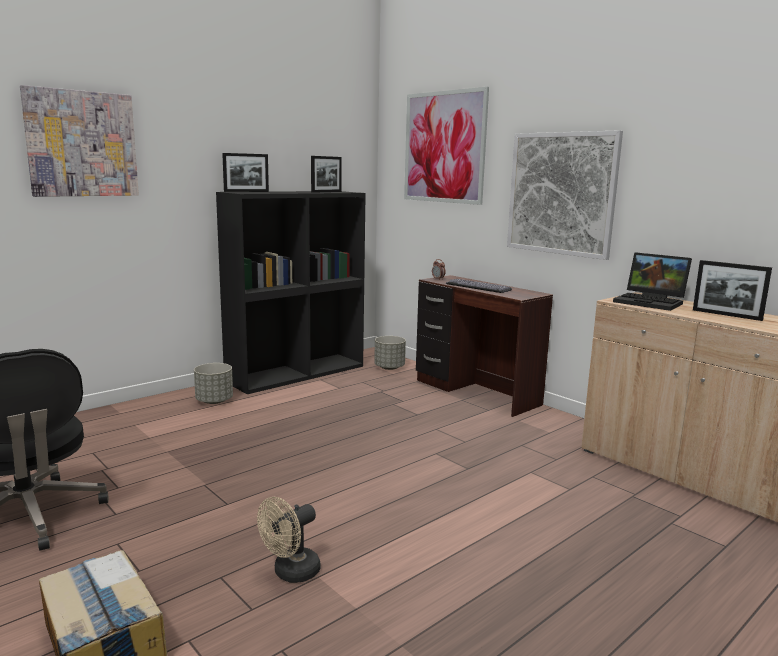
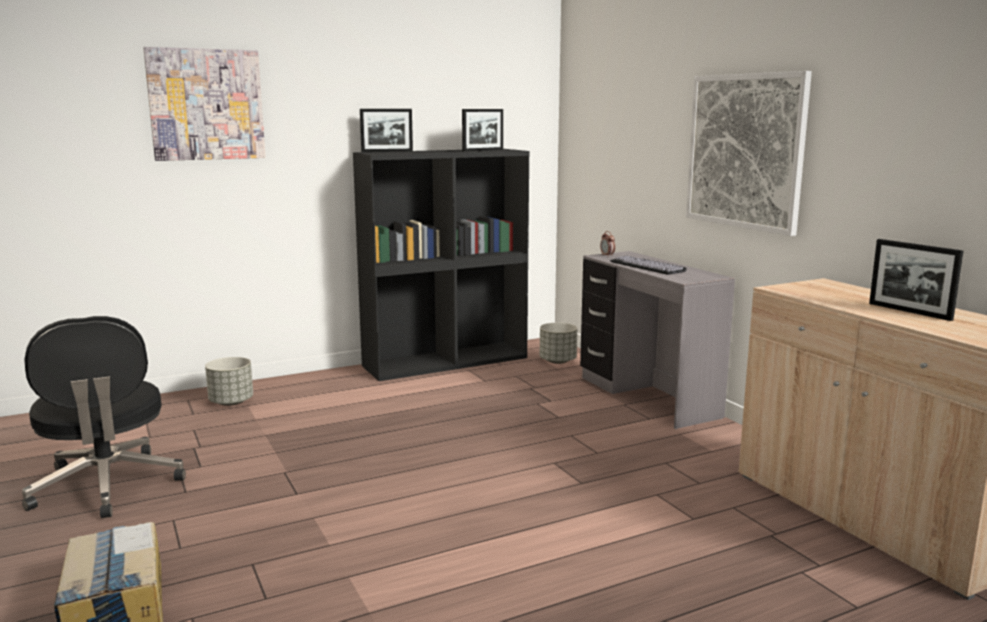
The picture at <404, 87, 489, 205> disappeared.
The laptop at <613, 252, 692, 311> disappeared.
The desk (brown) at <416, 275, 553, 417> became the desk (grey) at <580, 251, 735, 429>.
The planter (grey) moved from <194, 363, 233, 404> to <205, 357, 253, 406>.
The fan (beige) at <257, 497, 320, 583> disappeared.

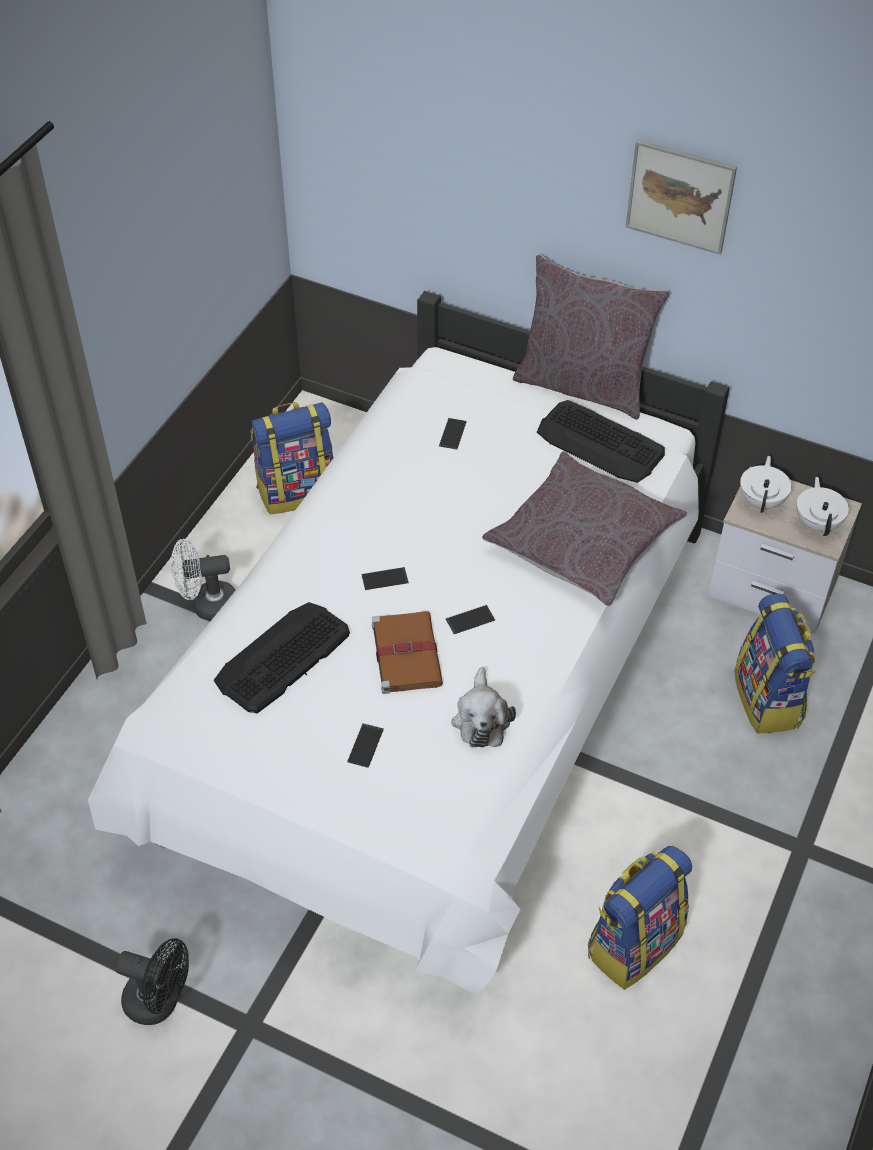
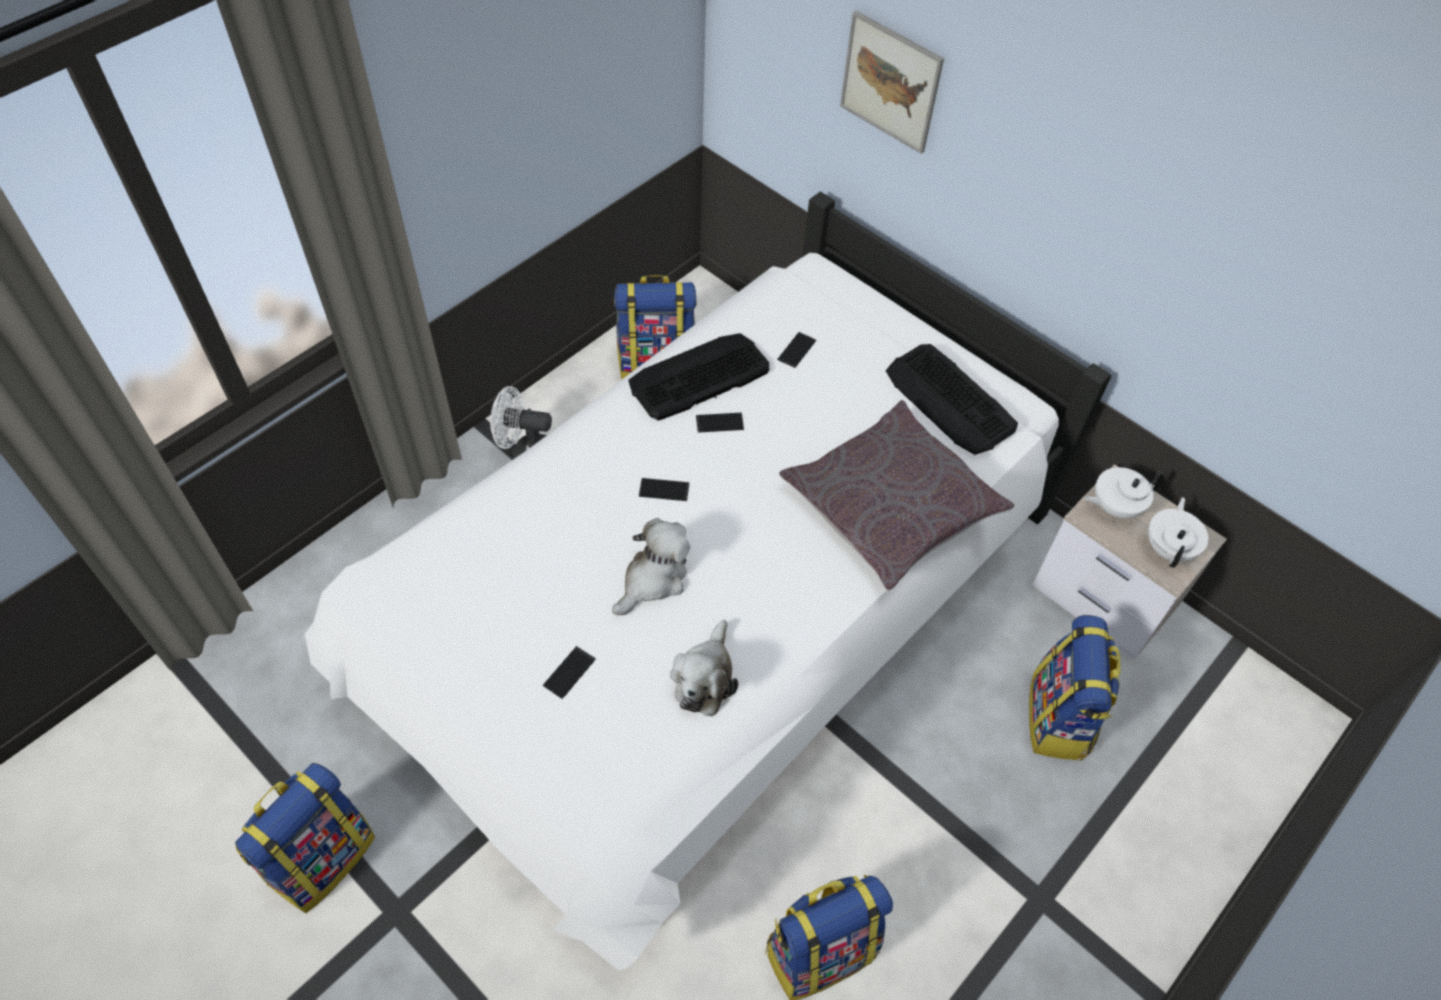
The picture moved from <626, 139, 737, 255> to <840, 11, 944, 154>.
The pillow (grey) at <513, 255, 669, 419> disappeared.
The teapot (white) at <740, 456, 791, 513> turned 135 degrees counterclockwise.
The keyboard moved from <214, 602, 350, 714> to <628, 333, 769, 421>.
The phone moved from <446, 605, 495, 634> to <696, 412, 744, 433>.
The book (brown) at <372, 611, 443, 694> was replaced by the plush toy at <612, 518, 691, 615>.
The fan (black) at <115, 938, 189, 1025> was replaced by the backpack at <235, 763, 375, 913>.

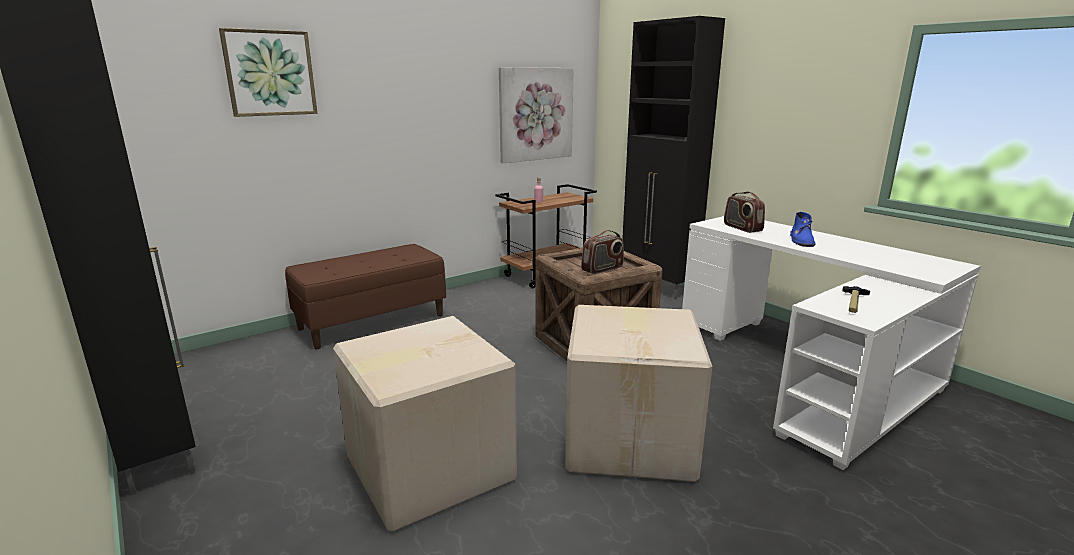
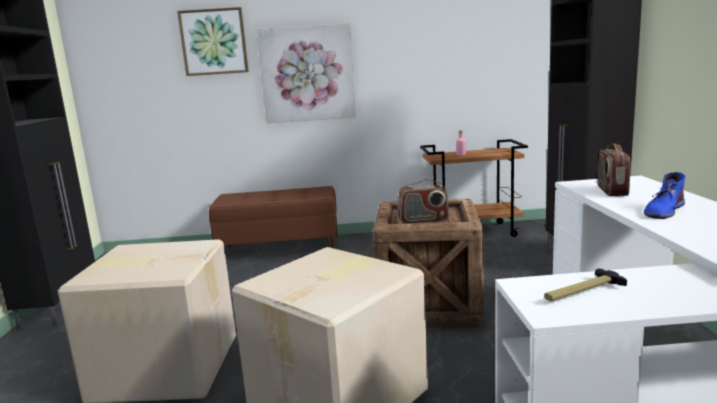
The picture moved from <499, 67, 574, 163> to <256, 23, 356, 123>.

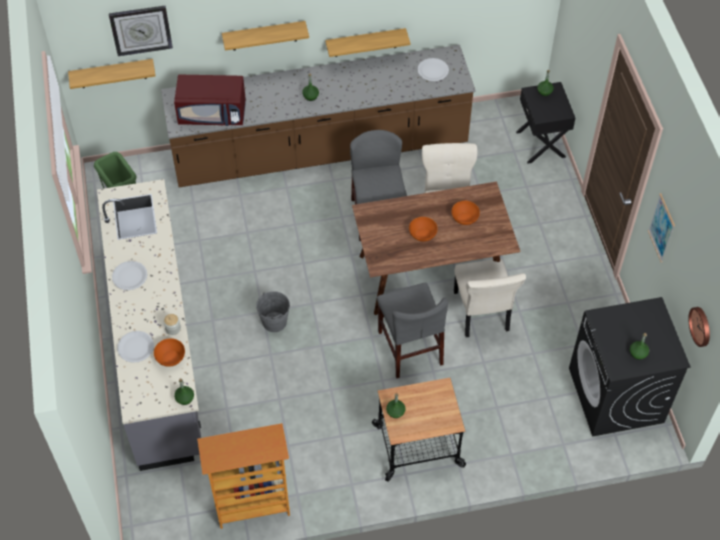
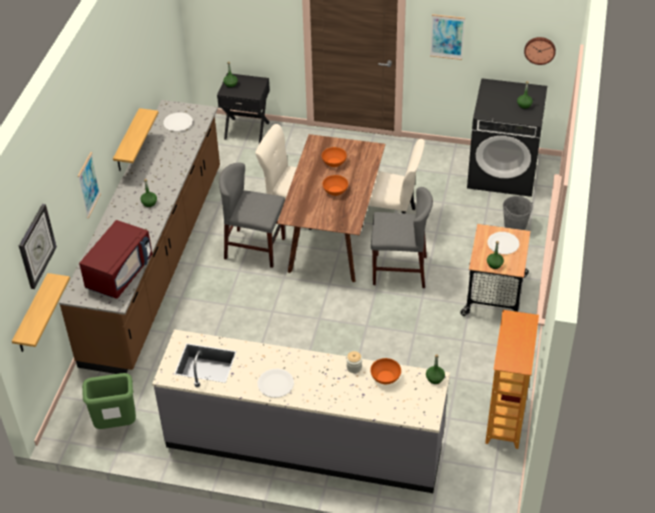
The shelf at <222, 21, 309, 51> was replaced by the picture at <78, 152, 101, 218>.
The bucket (grey) moved from <256, 291, 290, 332> to <503, 196, 533, 230>.
The plate (white) moved from <117, 331, 154, 363> to <487, 232, 519, 254>.

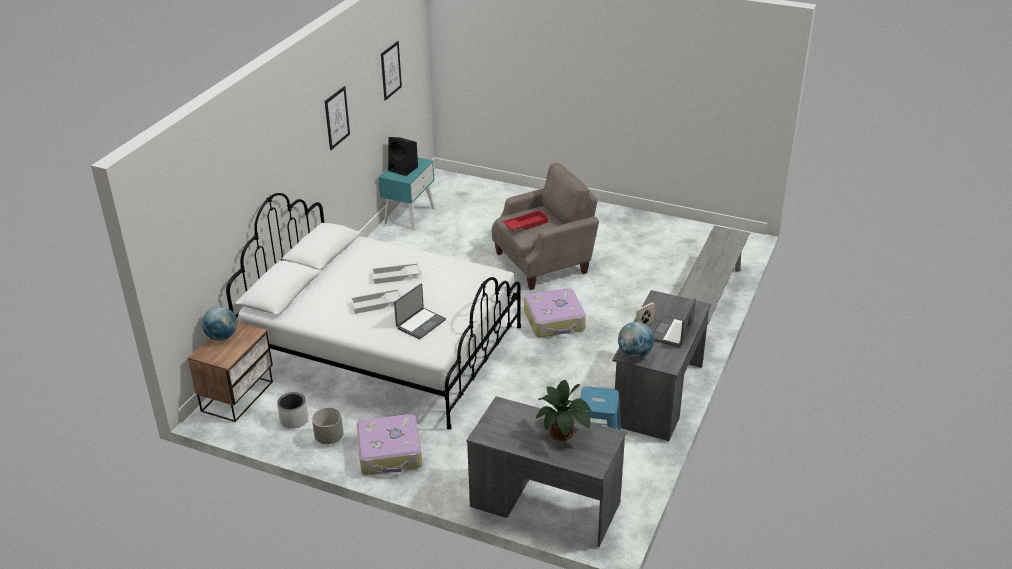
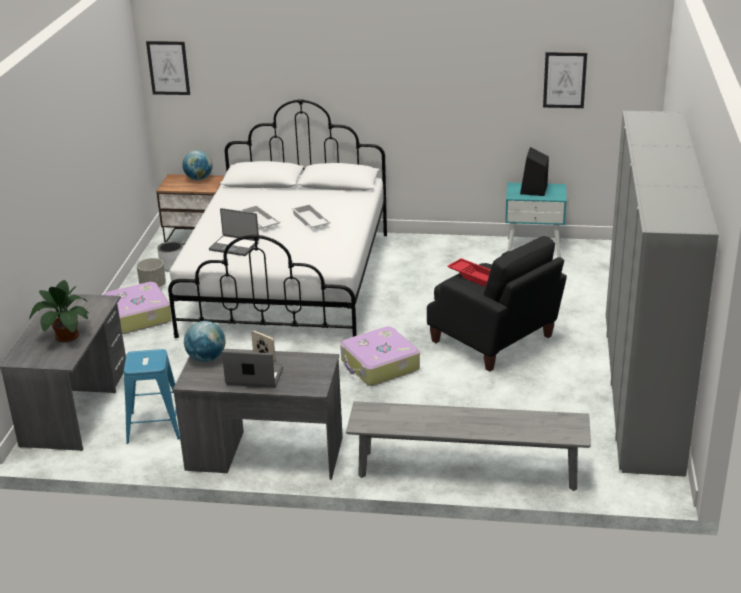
The picture moved from <325, 86, 350, 150> to <146, 41, 190, 95>.
The armchair (beige) at <492, 163, 599, 290> became the armchair (black) at <427, 236, 567, 372>.
The wardrobe (grey) at <606, 111, 719, 477> appeared.

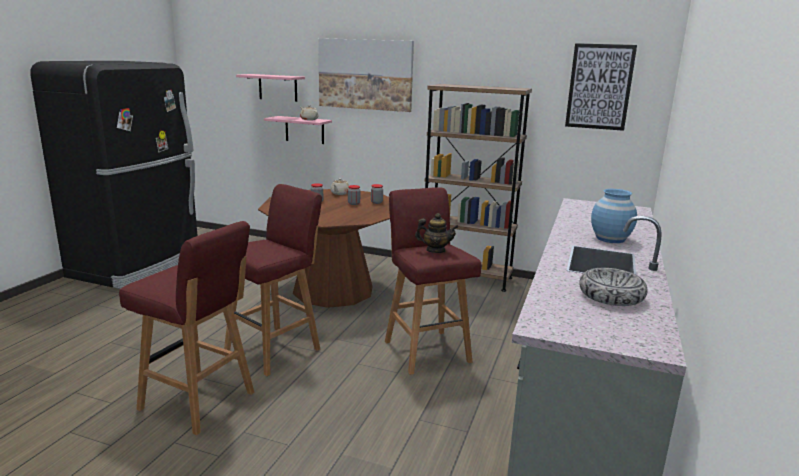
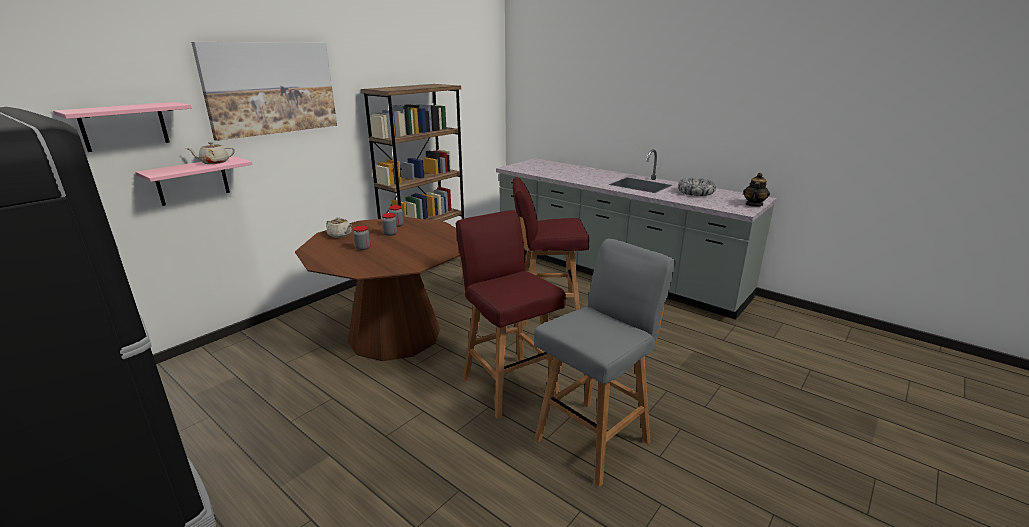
The picture at <565, 43, 637, 131> disappeared.
The vase (blue) at <591, 189, 637, 243> disappeared.
The teapot moved from <415, 213, 458, 253> to <743, 173, 770, 206>.
The stool (red) at <119, 221, 254, 435> became the stool (grey) at <534, 238, 676, 487>.

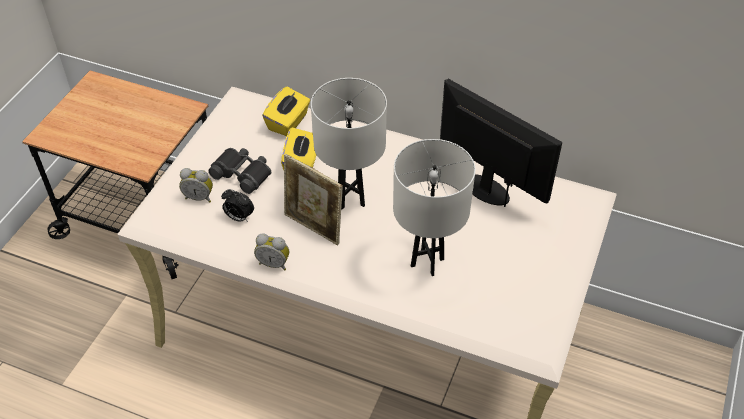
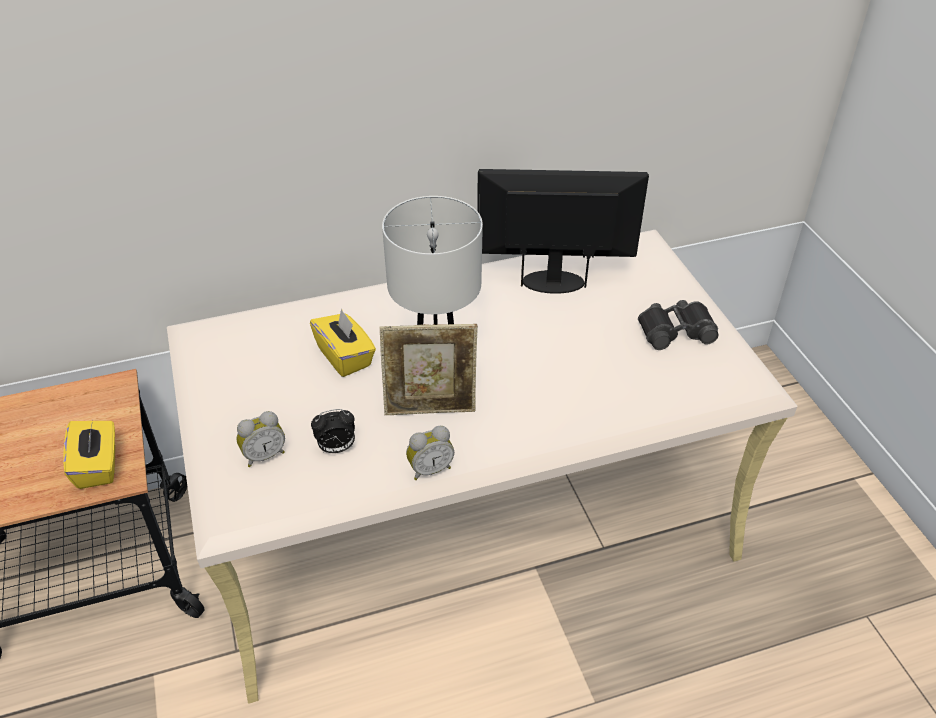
The tissue box (yellow) moved from <262, 87, 310, 136> to <63, 421, 115, 489>.
The table lamp (white) at <393, 139, 476, 276> disappeared.
The binoculars (black) moved from <209, 148, 271, 194> to <638, 300, 718, 350>.

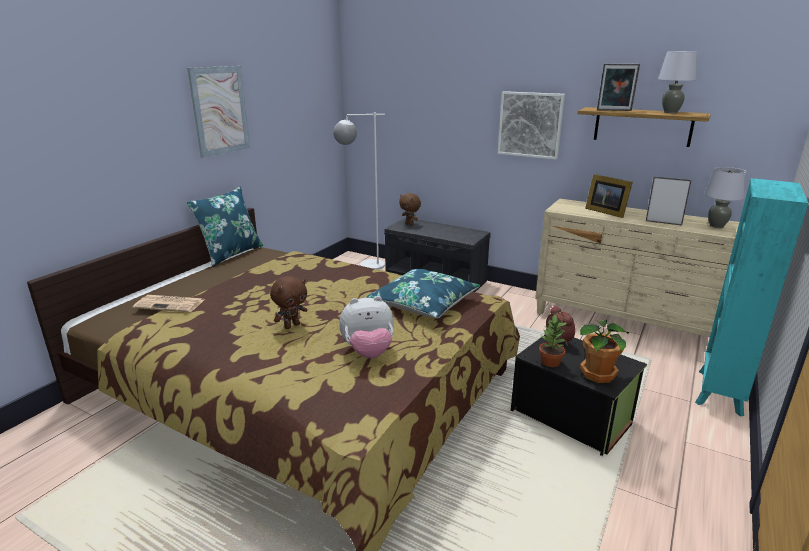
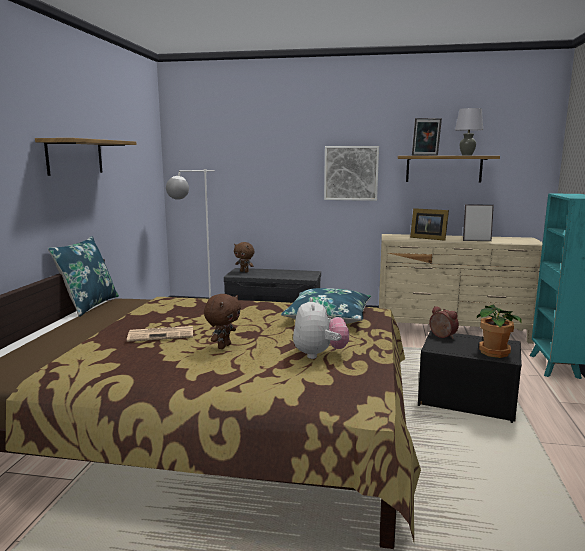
The picture at <187, 66, 250, 158> was replaced by the shelf at <35, 138, 137, 176>.
The table lamp (grey) at <705, 167, 746, 228> disappeared.
The newspaper moved from <133, 295, 204, 312> to <127, 326, 193, 342>.
The plush toy at <339, 296, 394, 358> turned 60 degrees counterclockwise.
The potted plant at <539, 314, 567, 367> disappeared.

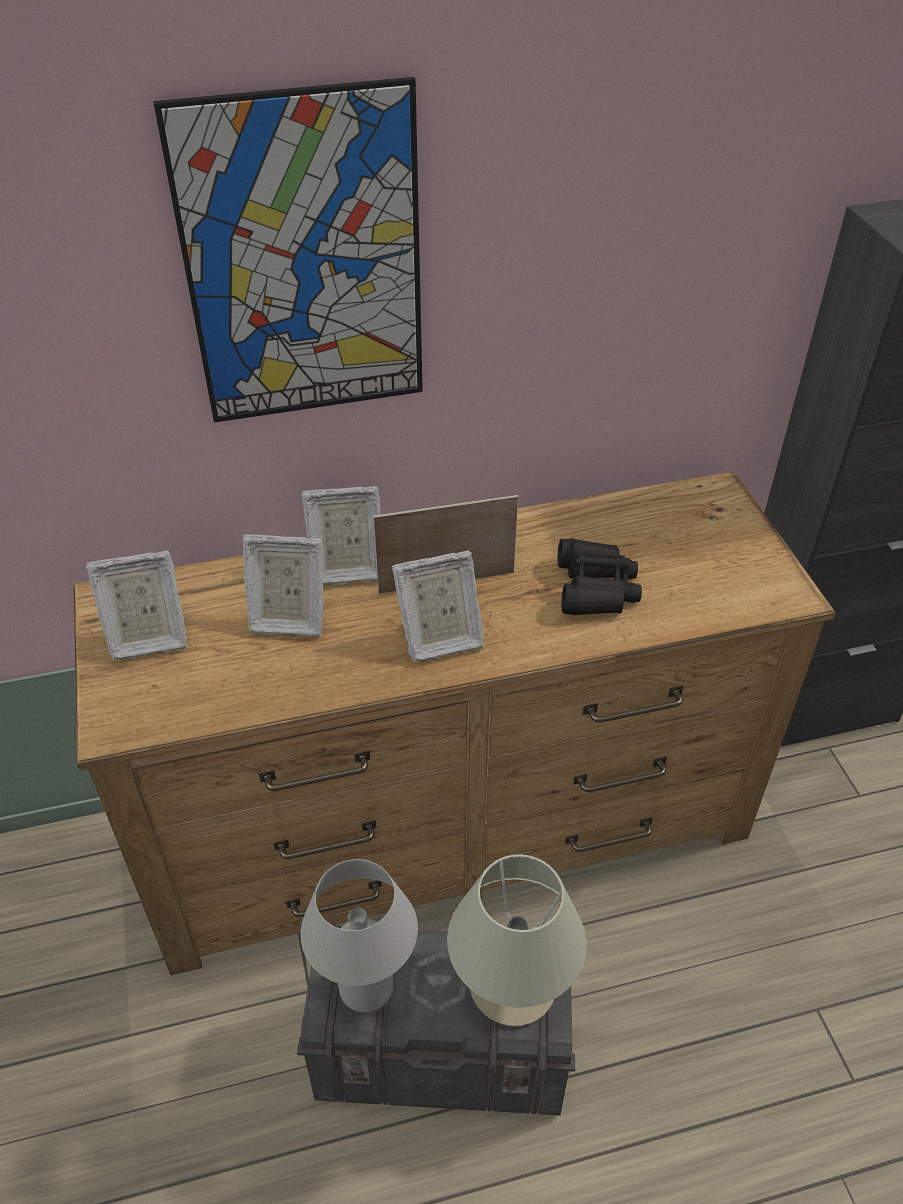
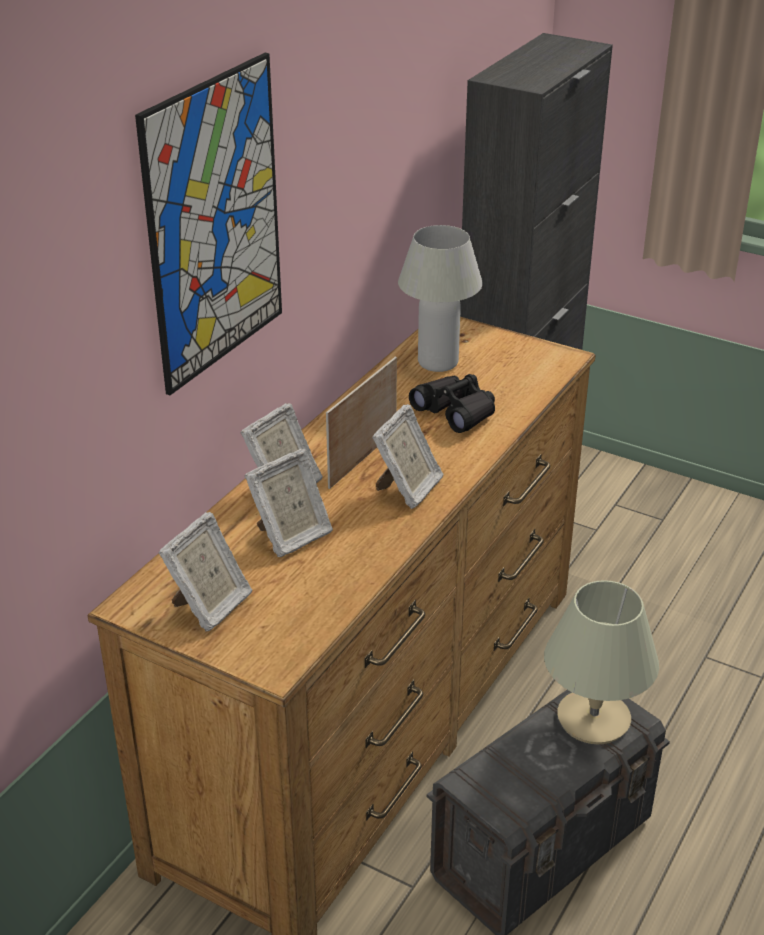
The table lamp (white) moved from <300, 859, 418, 1013> to <398, 225, 483, 372>.

